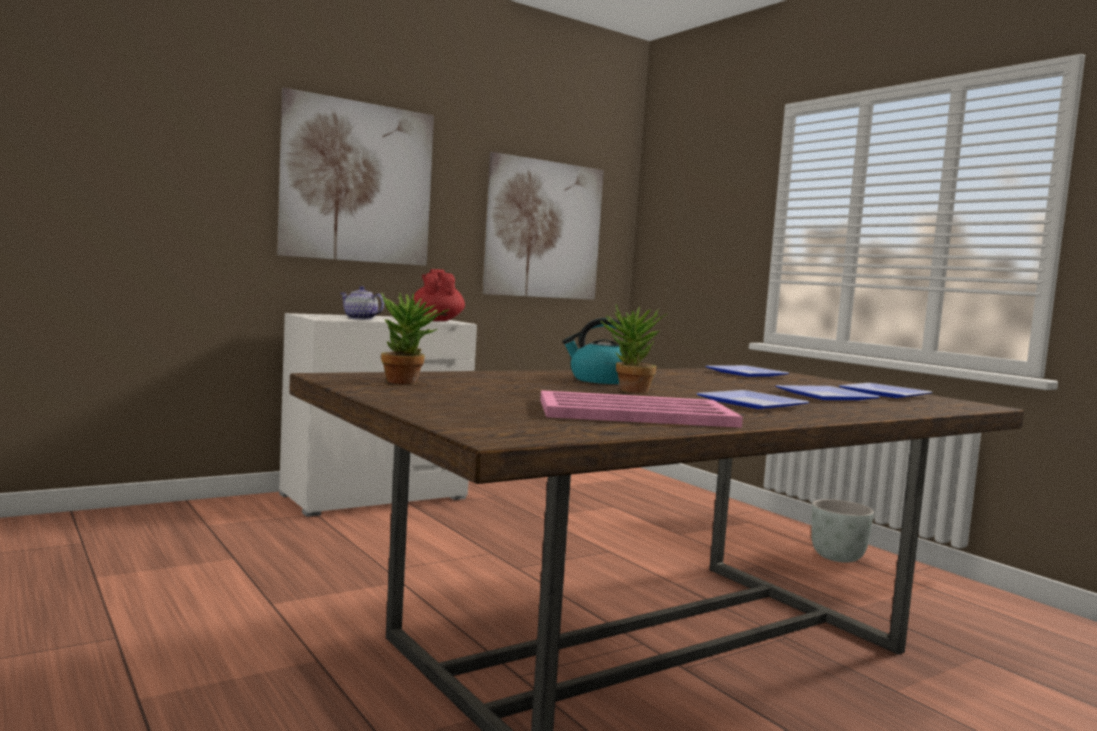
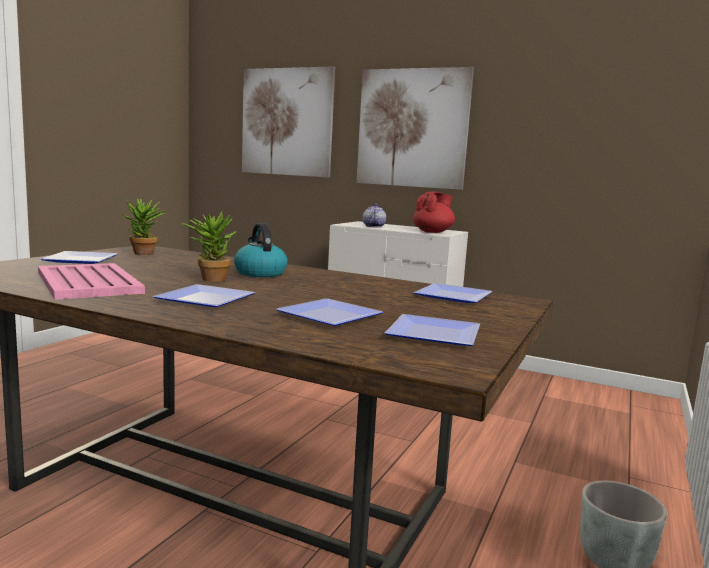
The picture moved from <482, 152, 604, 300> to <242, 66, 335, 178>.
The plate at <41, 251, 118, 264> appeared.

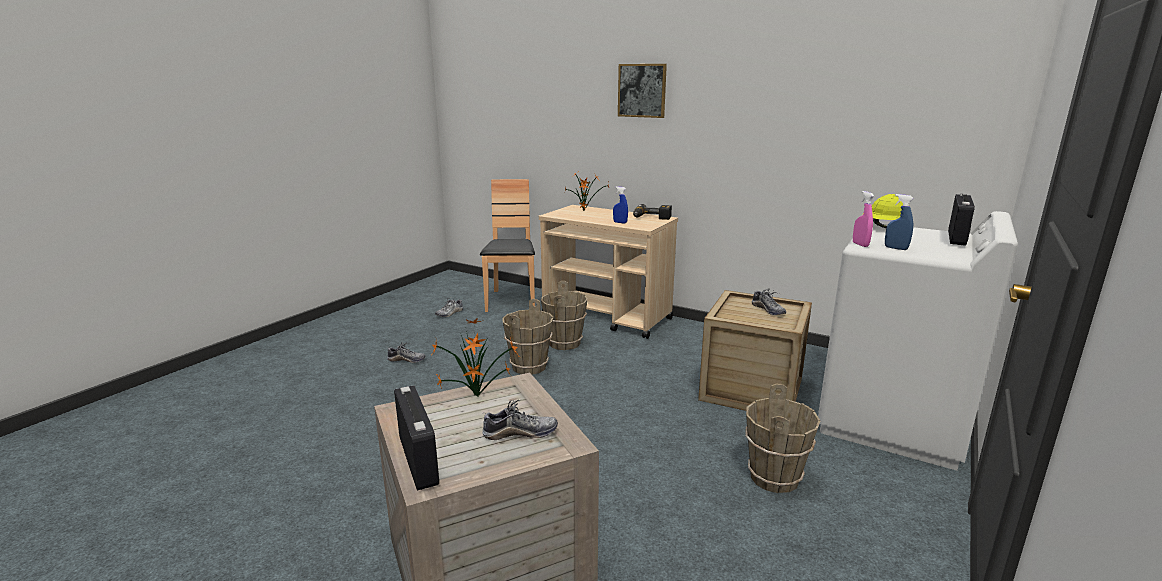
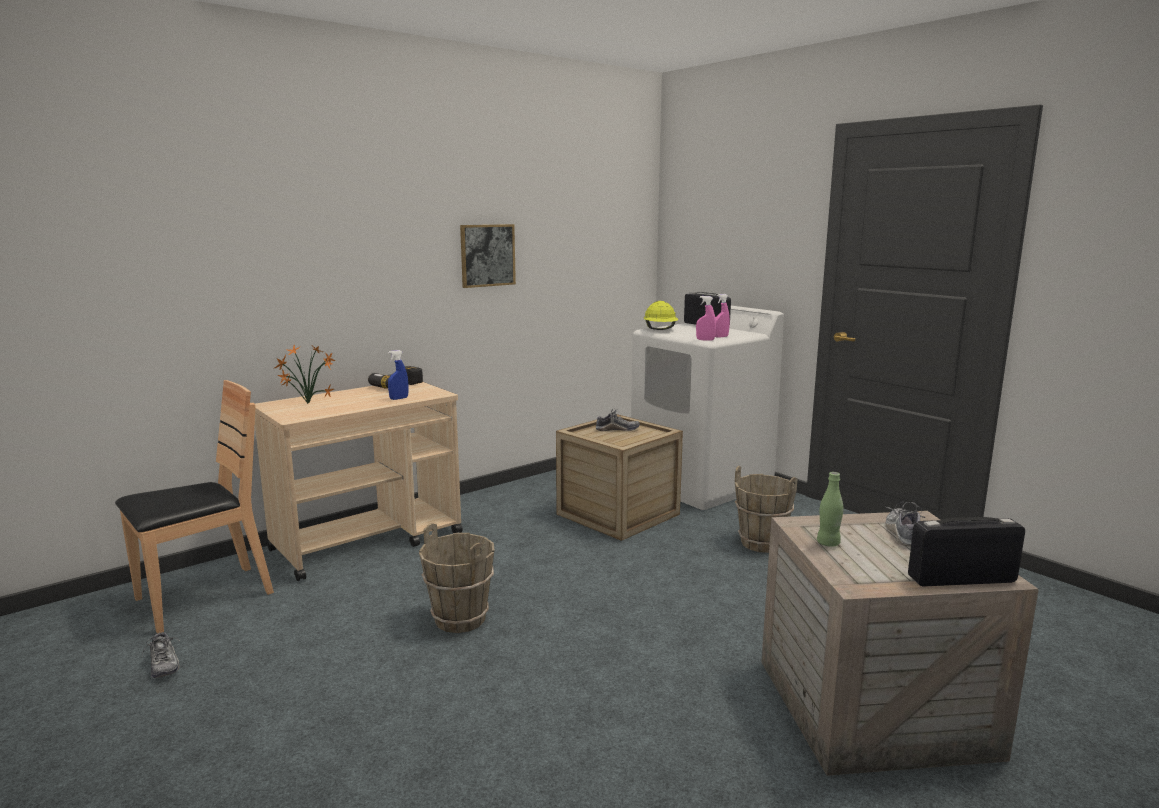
The picture moved from <618, 64, 667, 118> to <460, 224, 516, 288>.
The chair (brown) at <480, 179, 535, 312> turned 120 degrees clockwise.
The spray bottle (blue) at <885, 194, 914, 250> became the spray bottle (pink) at <715, 294, 730, 338>.
The bucket (brown) at <541, 281, 588, 350> disappeared.
The potted plant at <432, 318, 521, 396> was replaced by the bottle (green) at <817, 472, 843, 547>.
The shoe at <387, 342, 426, 363> disappeared.

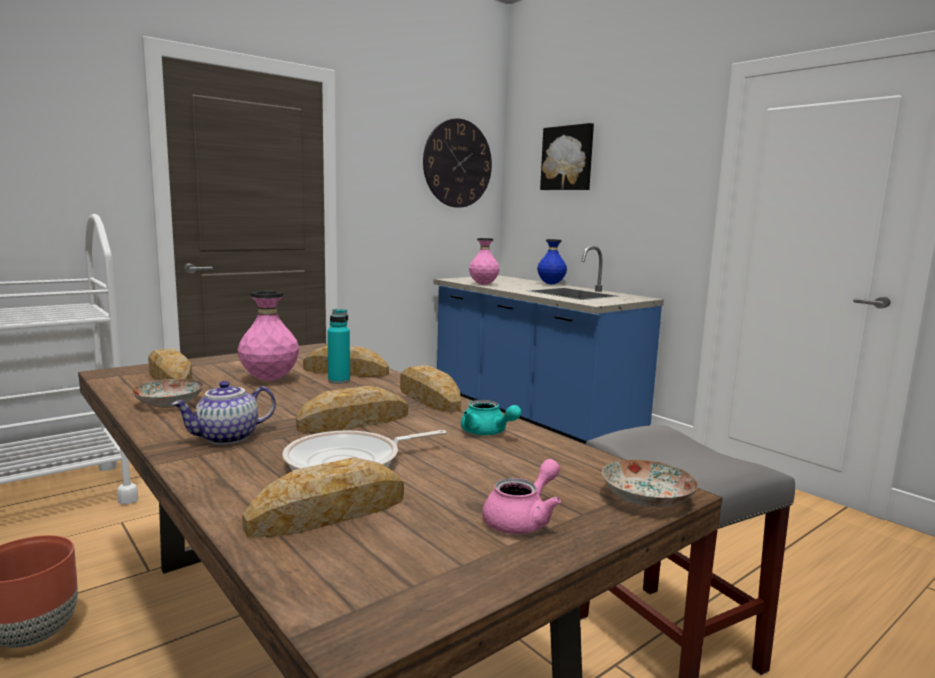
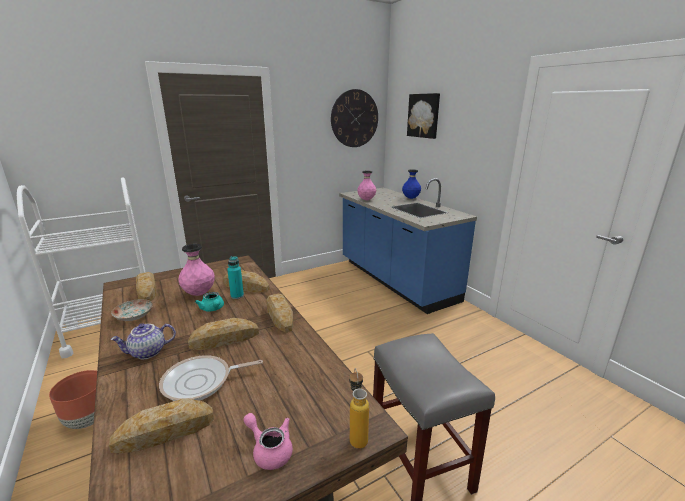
The teapot (turquoise) moved from <461, 400, 522, 435> to <195, 292, 224, 312>.
The teapot (pink) at <482, 459, 561, 534> turned 105 degrees counterclockwise.
The plate at <602, 459, 698, 508> was replaced by the bottle at <349, 368, 369, 449>.

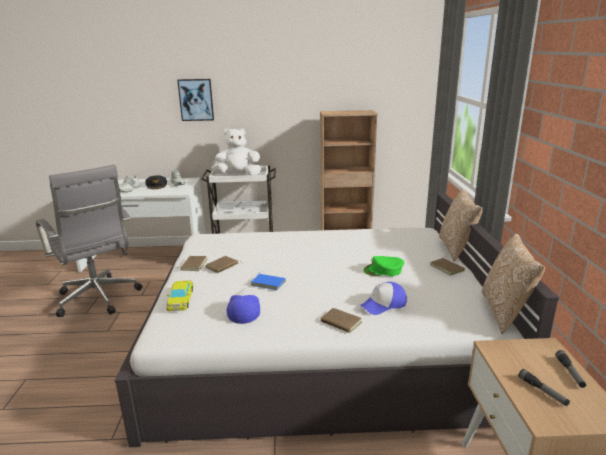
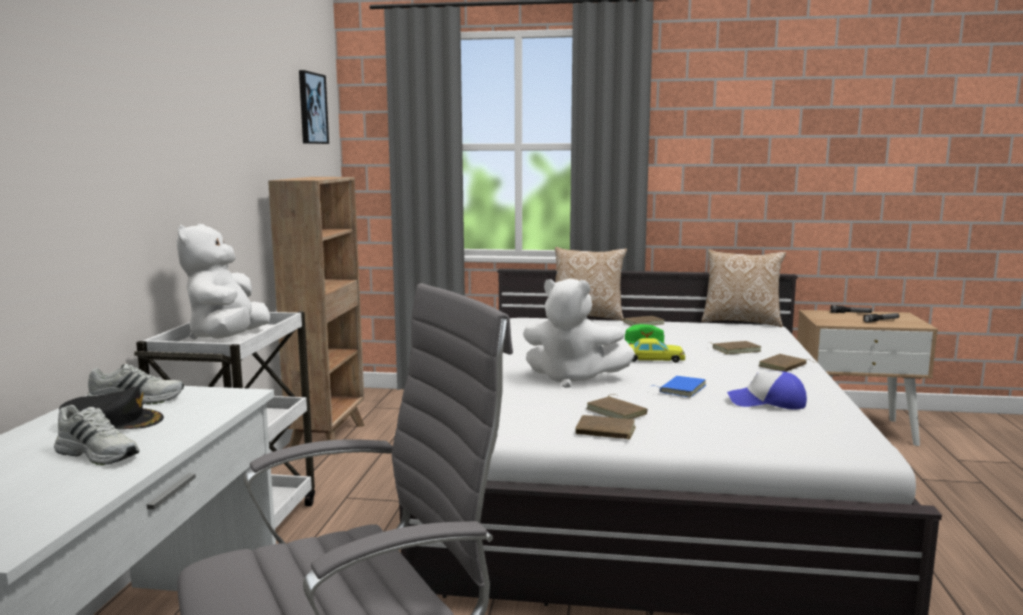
The picture moved from <177, 79, 214, 121> to <299, 70, 329, 144>.
The toy car (yellow) moved from <166, 280, 193, 311> to <628, 338, 685, 363>.
The cap at <360, 282, 407, 315> was replaced by the book (brown) at <712, 341, 761, 354>.
The plush toy (white) at <523, 278, 635, 388> appeared.

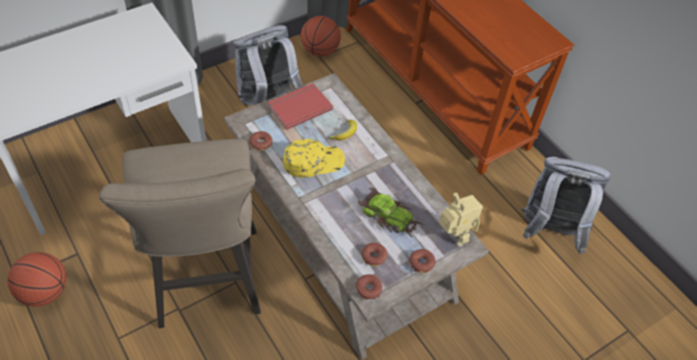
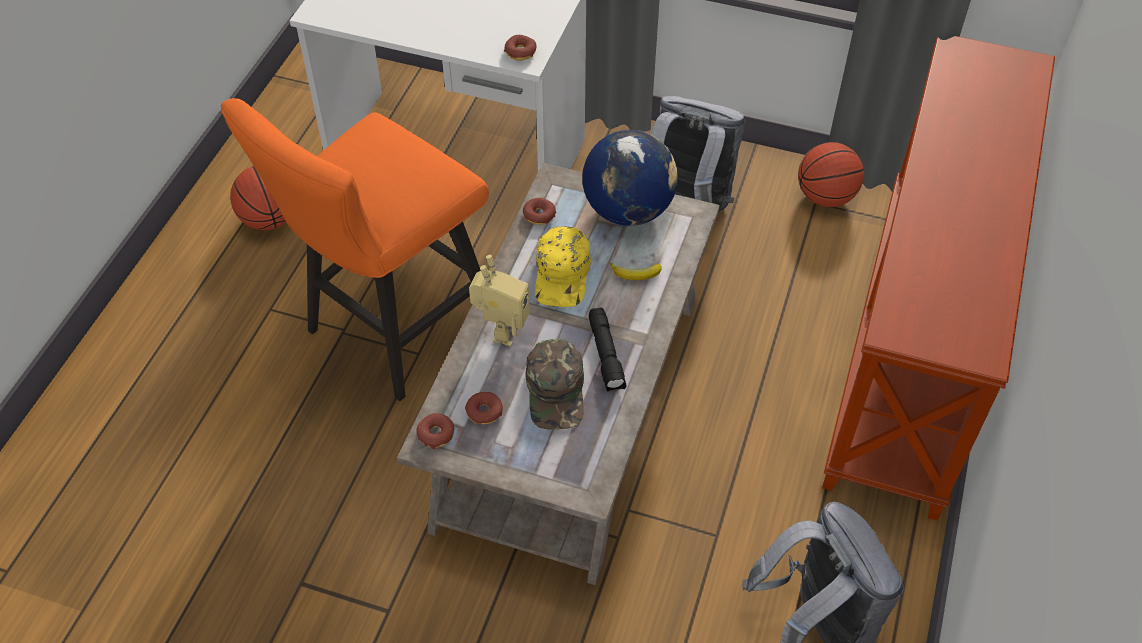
The book (red) at <268, 83, 333, 130> was replaced by the globe at <582, 130, 678, 226>.
The stool (beige) at <99, 139, 261, 328> became the stool (orange) at <221, 98, 489, 401>.
The cap (yellow) at <283, 139, 345, 178> turned 60 degrees clockwise.
The toy car at <358, 188, 424, 238> was replaced by the cap (green) at <526, 339, 584, 430>.
The toy robot moved from <439, 193, 483, 246> to <469, 255, 530, 347>.
The donut moved from <409, 249, 436, 273> to <504, 35, 537, 61>.
The flashlight (black) at <589, 307, 627, 392> appeared.

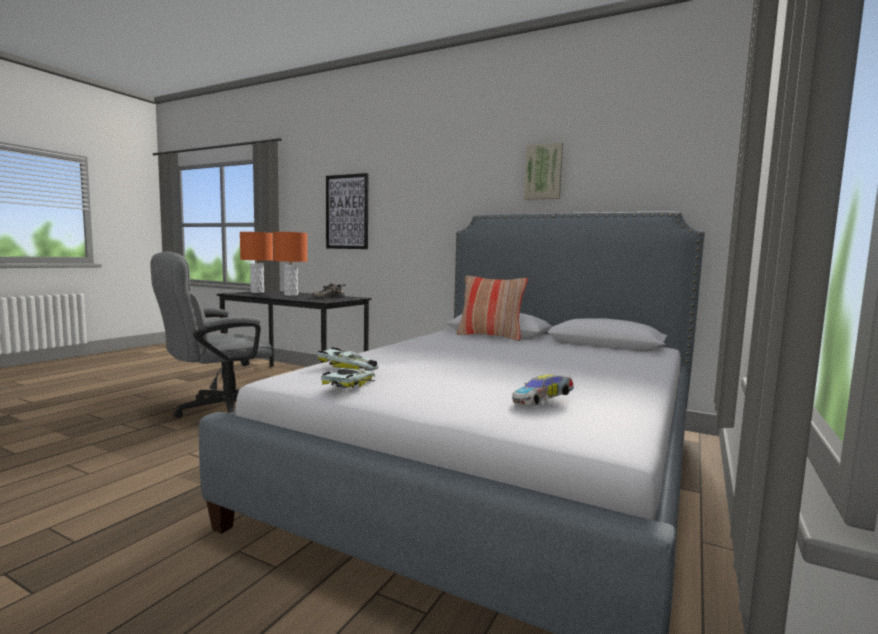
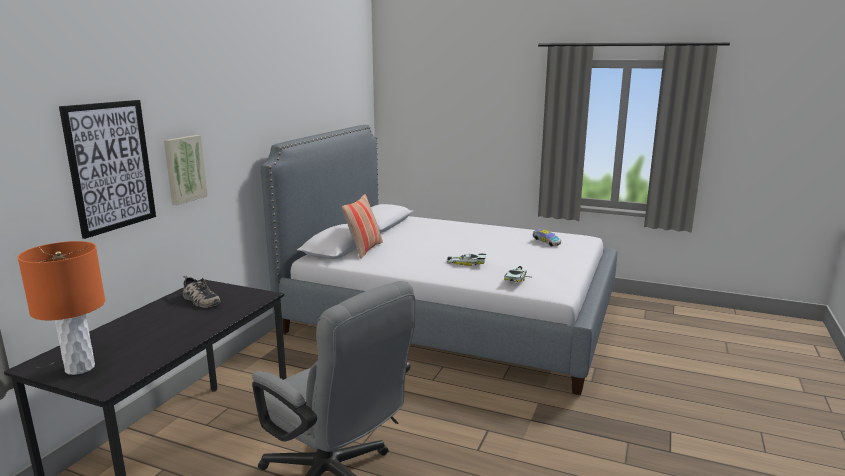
The picture moved from <524, 142, 563, 200> to <164, 135, 208, 205>.
The table lamp (orange) at <273, 232, 307, 296> disappeared.
The toy car moved from <321, 366, 375, 388> to <447, 254, 486, 266>.

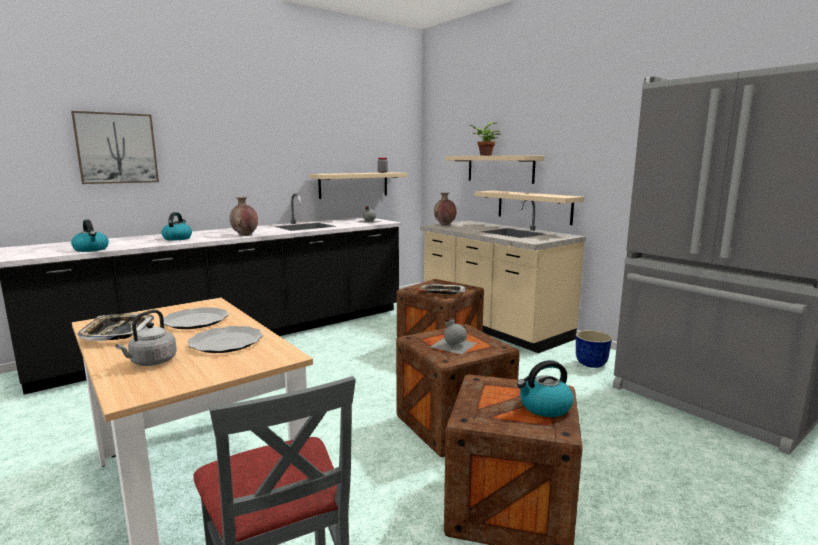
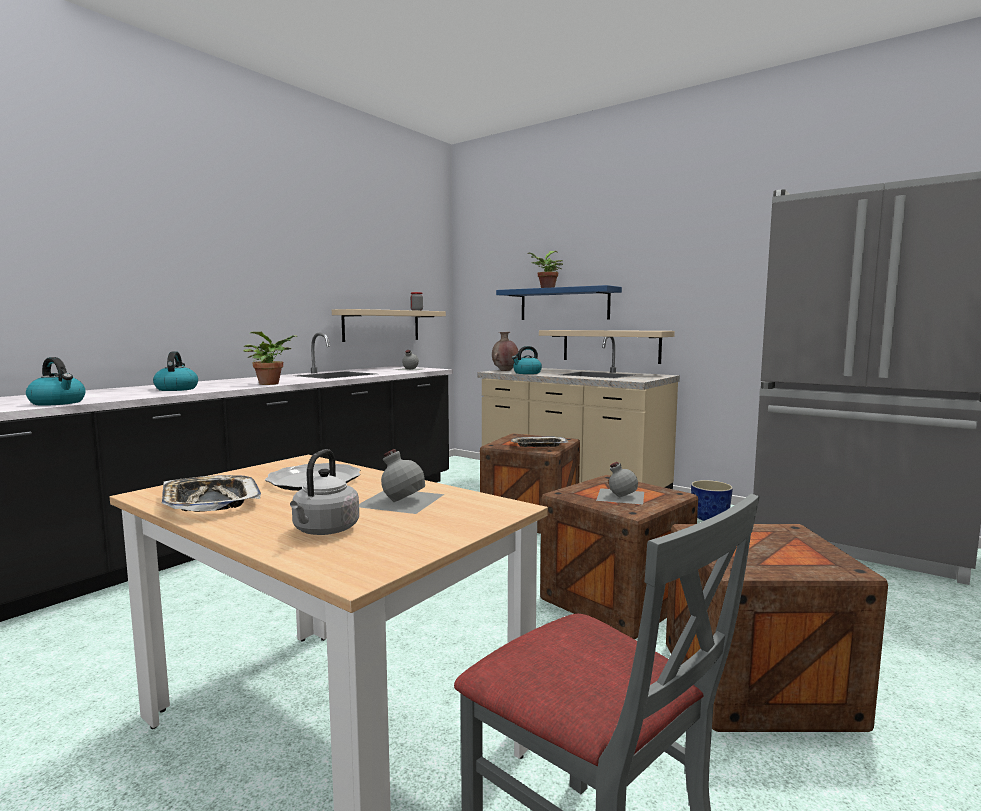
The picture at <71, 111, 159, 184> disappeared.
The shelf (beige) at <445, 155, 544, 184> became the shelf (blue) at <496, 285, 622, 320>.
The vase (brown) at <230, 197, 258, 236> was replaced by the potted plant at <243, 332, 298, 385>.
The plate at <188, 326, 263, 353> was replaced by the bottle (grey) at <359, 449, 444, 514>.
The kettle moved from <517, 360, 574, 417> to <512, 346, 542, 374>.

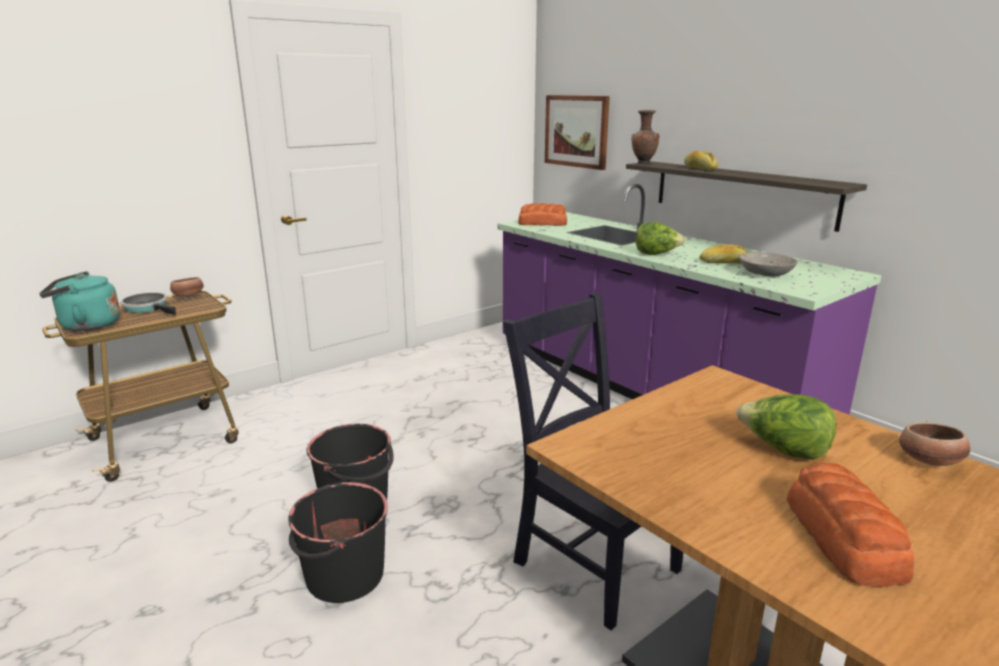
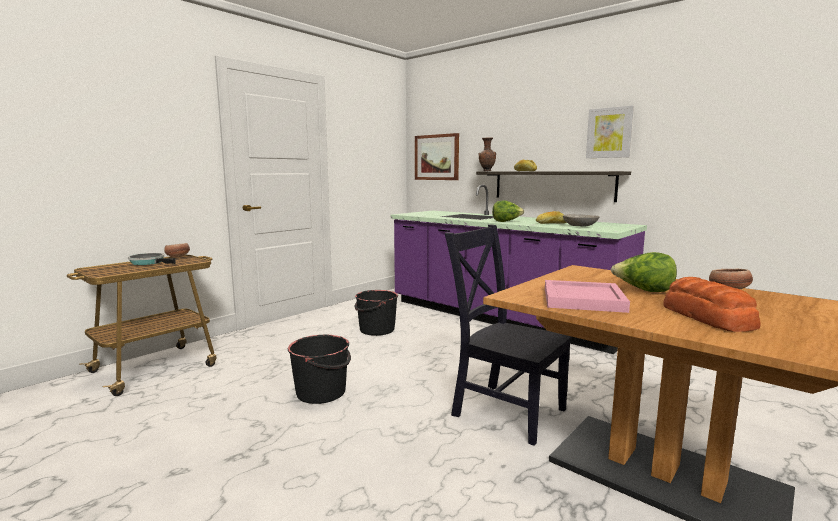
The bread at <518, 203, 567, 226> disappeared.
The kettle (turquoise) at <39, 271, 120, 331> disappeared.
The bucket (black) moved from <288, 482, 388, 603> to <355, 290, 398, 336>.
The picture at <586, 106, 634, 158> appeared.
The tray (pink) at <545, 280, 630, 313> appeared.

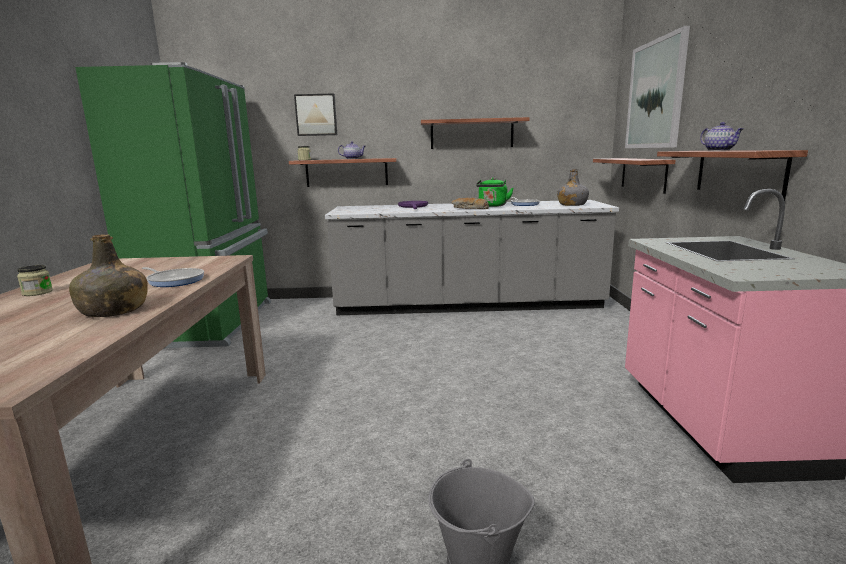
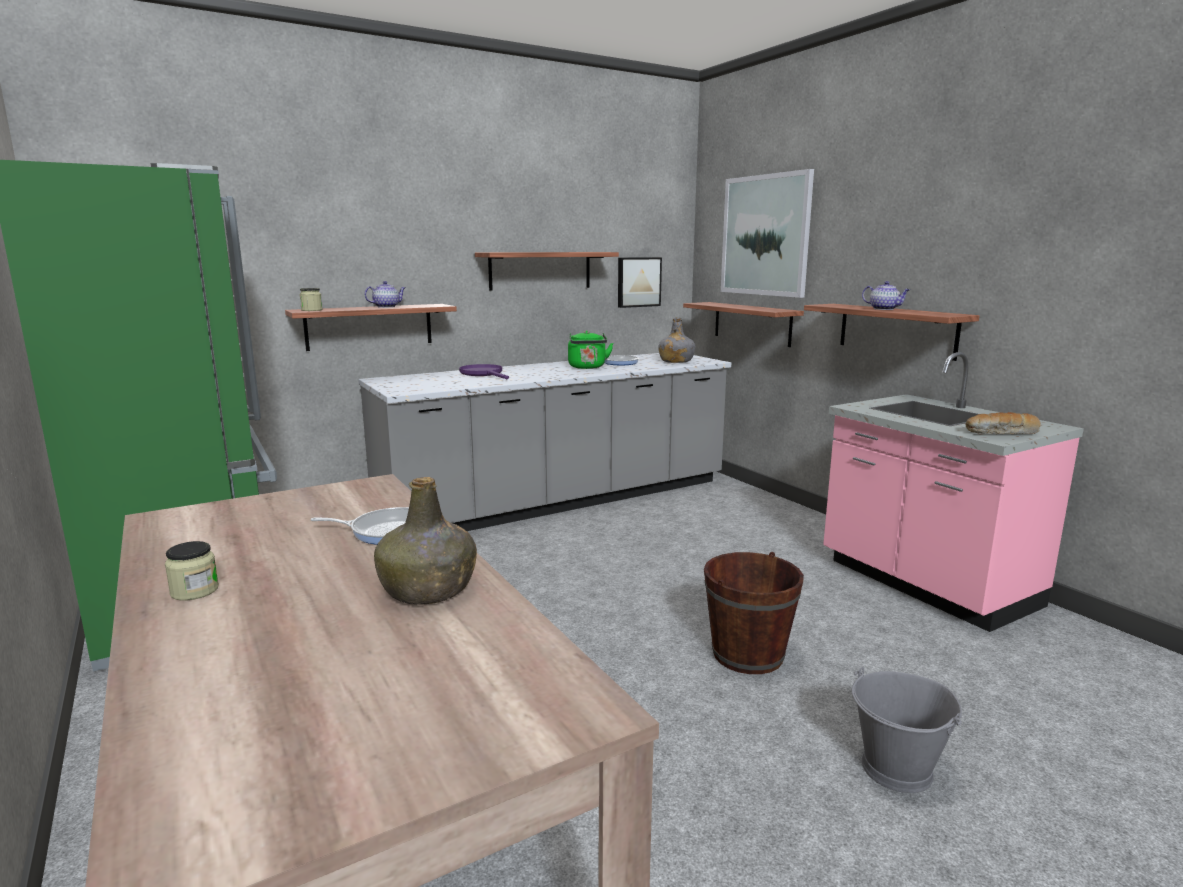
The picture moved from <294, 93, 337, 136> to <618, 257, 662, 308>.
The bread moved from <452, 198, 489, 209> to <966, 412, 1041, 434>.
The bucket (brown) at <704, 552, 804, 674> appeared.

